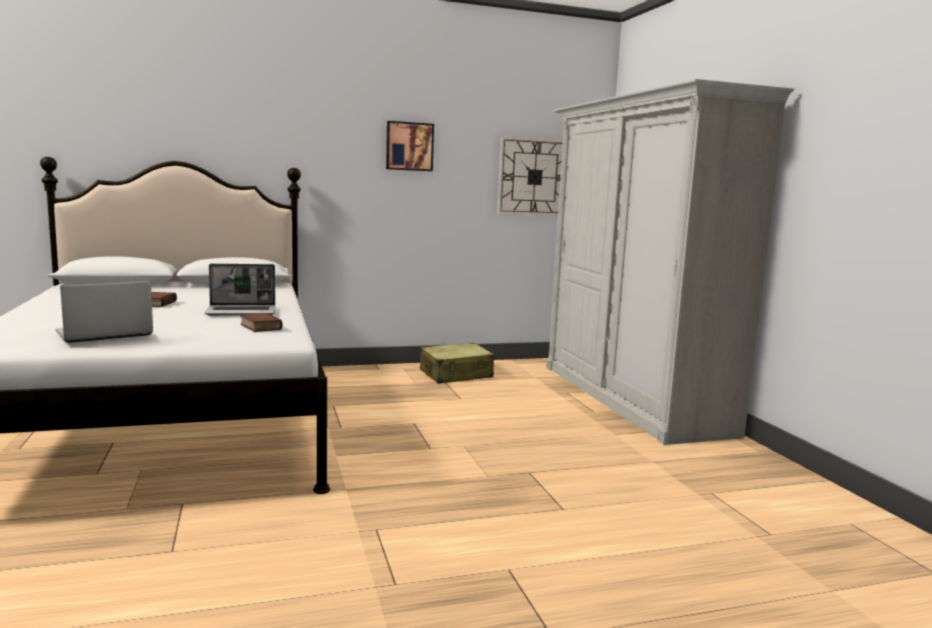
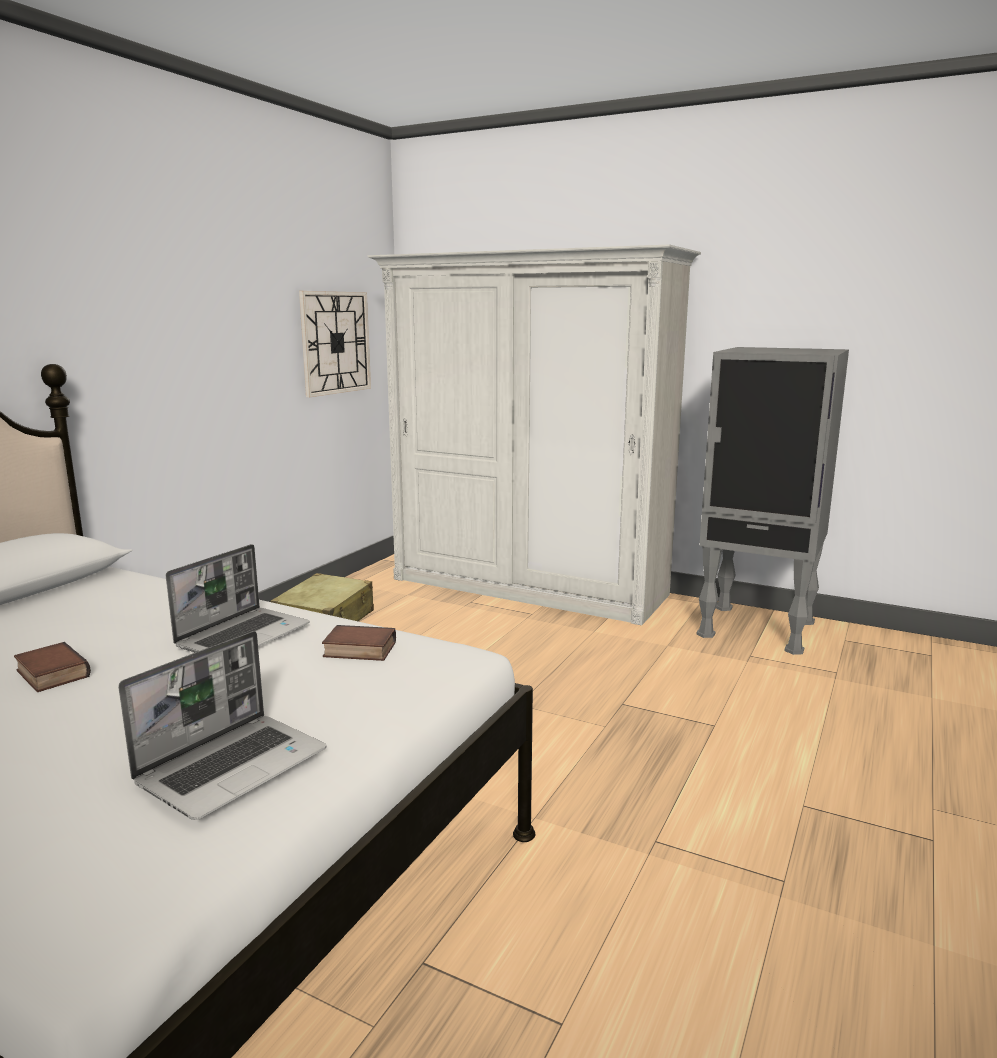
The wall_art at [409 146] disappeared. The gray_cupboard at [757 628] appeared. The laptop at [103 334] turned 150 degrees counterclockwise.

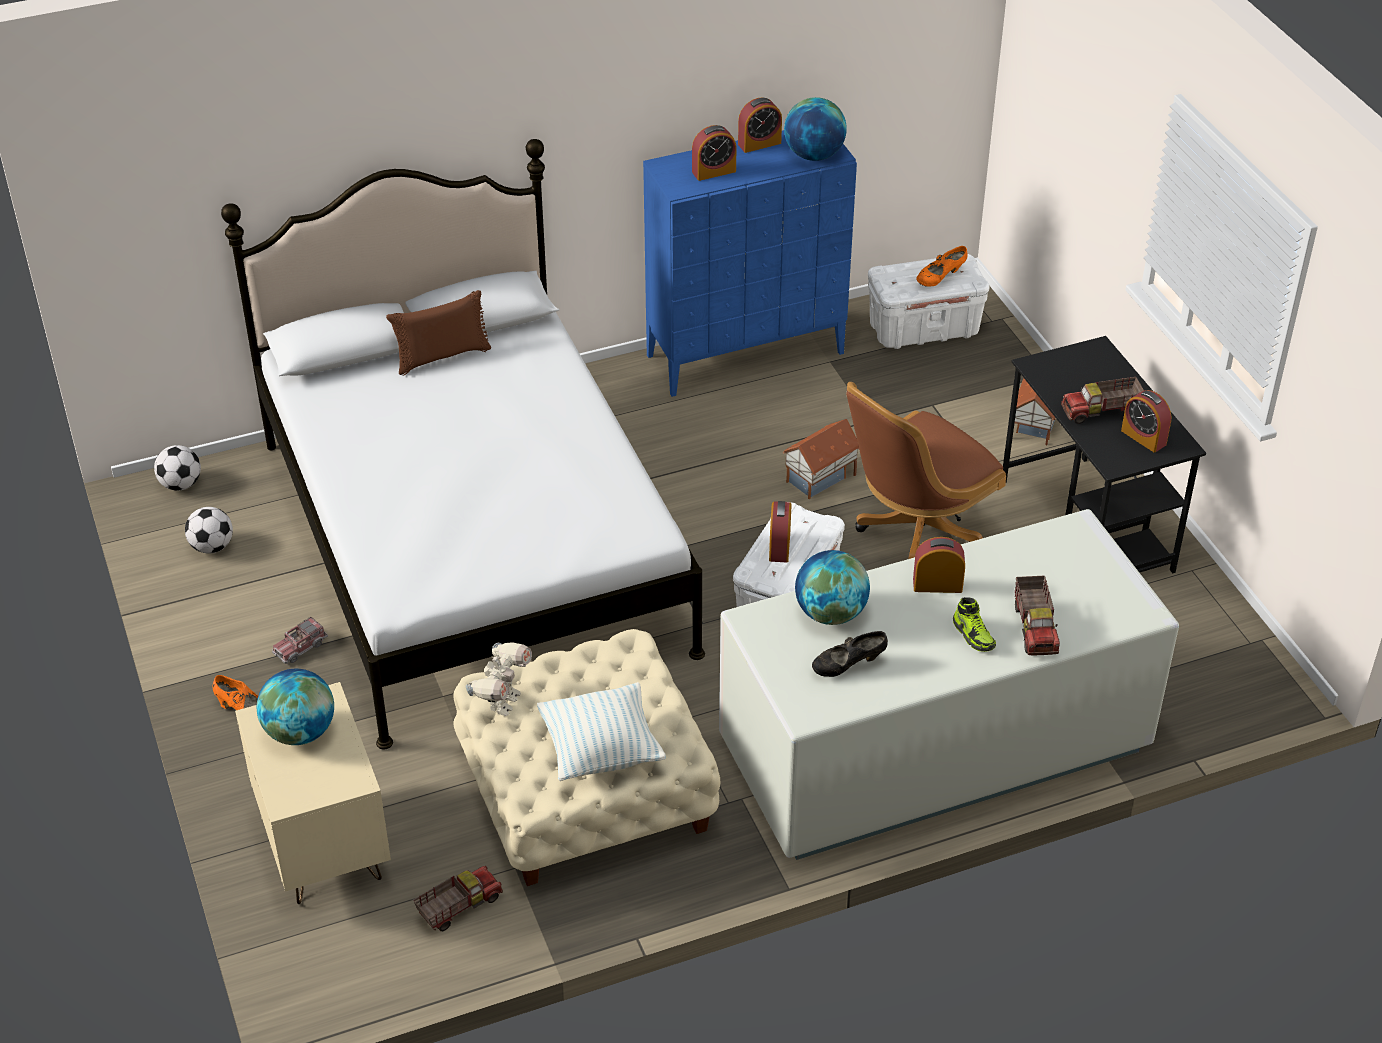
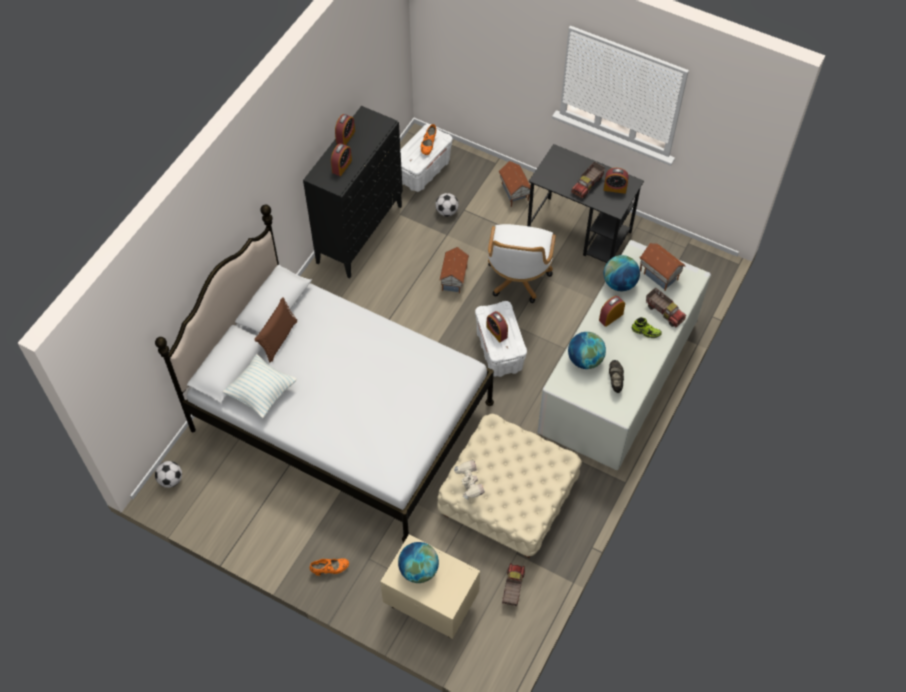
The toy_lorry at [300 647] disappeared. The model_house at [659 274] appeared. The ball_for_football moved from [212 547] to [447 212]. The pillow moved from [601 750] to [261 393]. The globe moved from [813 155] to [619 283]. The bluish_chest_of_drawers at [747 355] became the black-coloured_chest_of_drawers at [361 234]. The brownish_office_chair at [912 535] became the white_office_chair at [517 283]. The black-coloured_low_shoe at [848 666] turned 150 degrees clockwise.

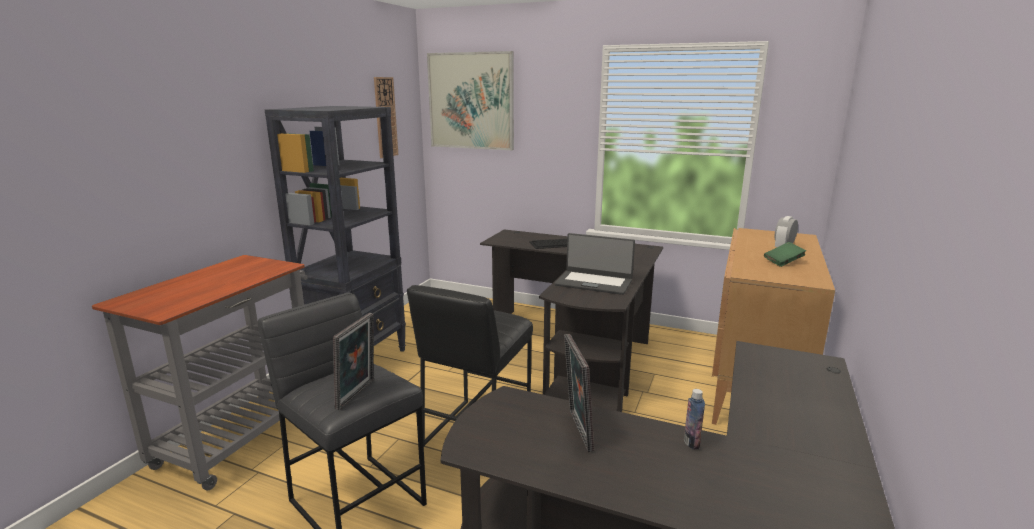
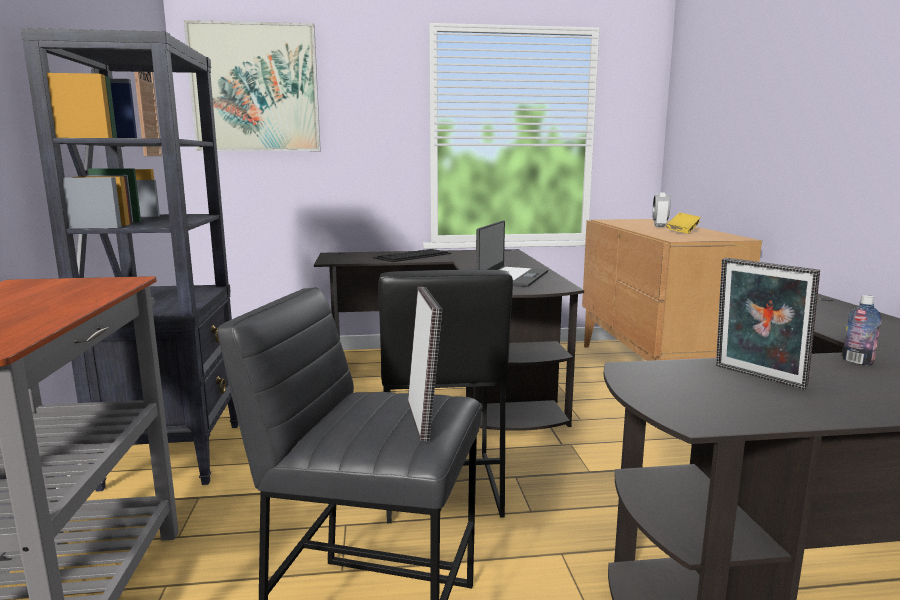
The green_volume at [783 262] became the yellow_volume at [682 231]. The laptop at [594 282] turned 60 degrees counterclockwise.

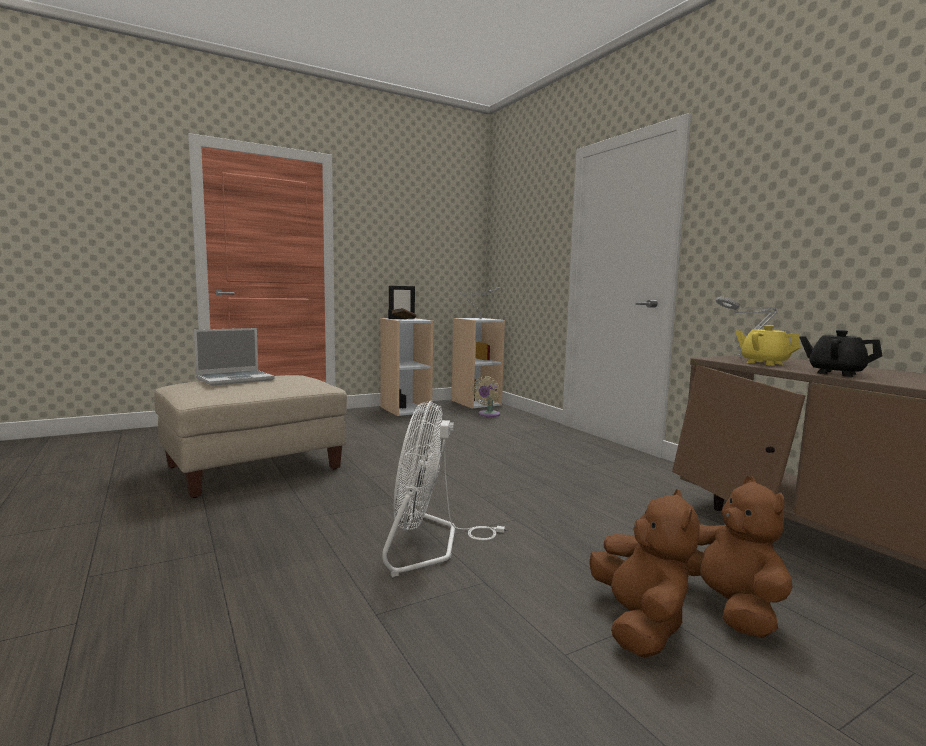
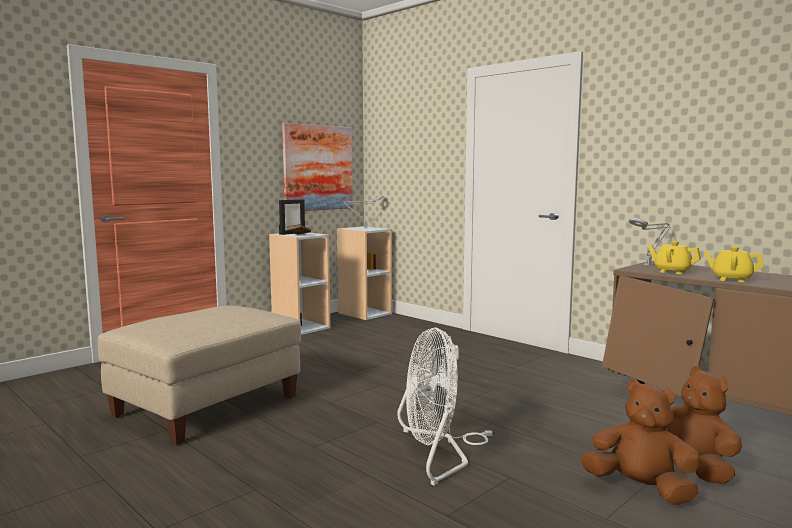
The laptop at [236 379] disappeared. The beige_cooling_fan at [488 415] disappeared. The wall_art at [318 168] appeared. The black-coloured_tea_pot at [835 373] became the yellow_tea_pot at [731 279]. The brownish_cuddly_toy at [639 624] turned 45 degrees counterclockwise.

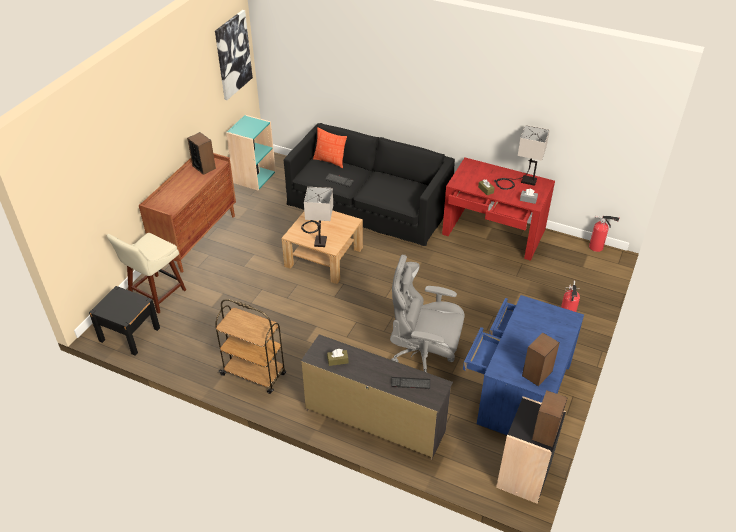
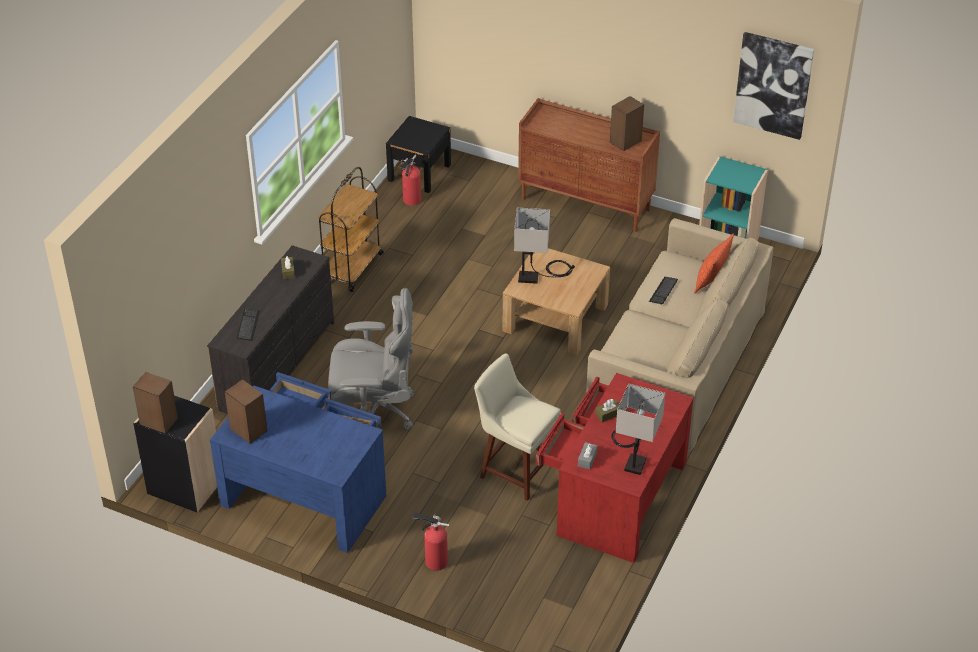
The beige_stool moved from [155 295] to [516 469]. The fire_extinguisher moved from [597 247] to [411 201]. The black-coloured_sofa at [368 204] became the beige_sofa at [676 361]. The gray_office_chair at [426 355] turned 75 degrees clockwise.

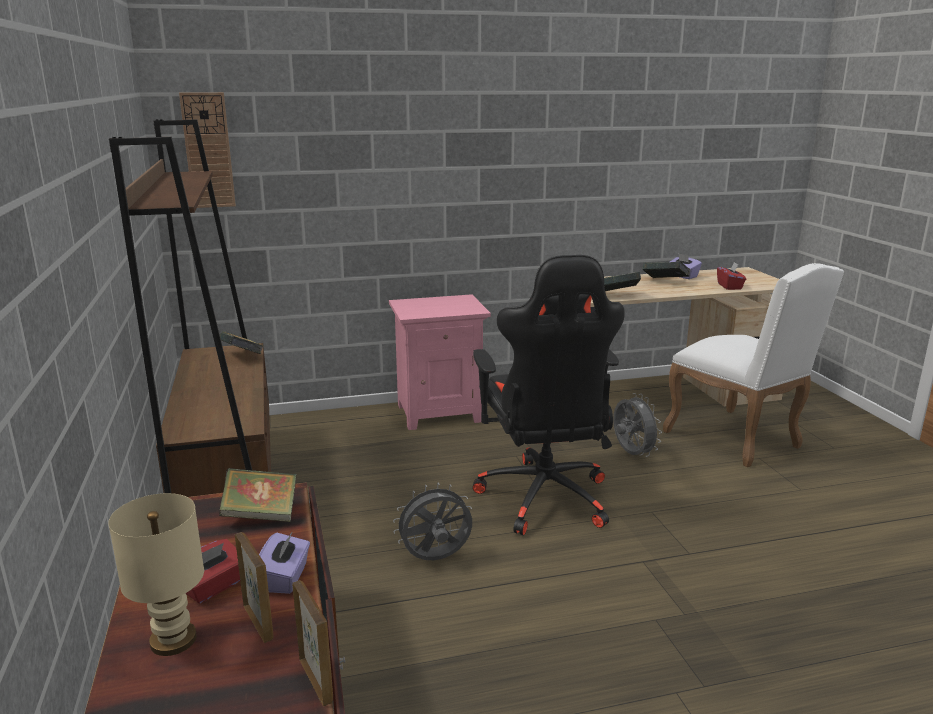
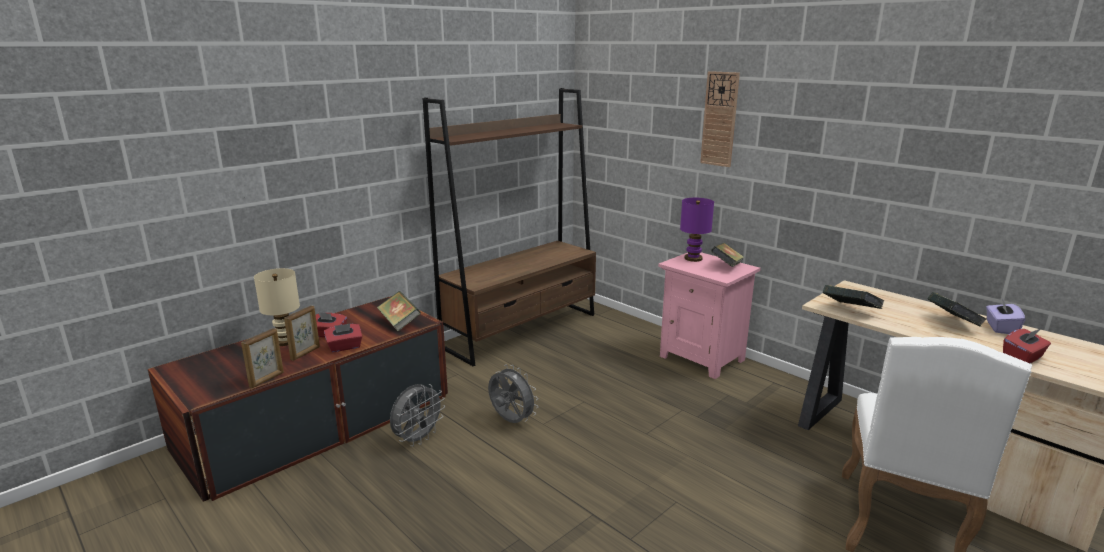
The black-coloured_office_chair at [541 491] disappeared. The purplish_table_lamp at [693 258] appeared. The wall_clock moved from [208 151] to [720 119]. The volume moved from [242 357] to [726 266]. The gray_cooling_fan moved from [631 454] to [418 439]. The purplish_tissue_holder at [285 578] became the red_tissue_holder at [345 347].

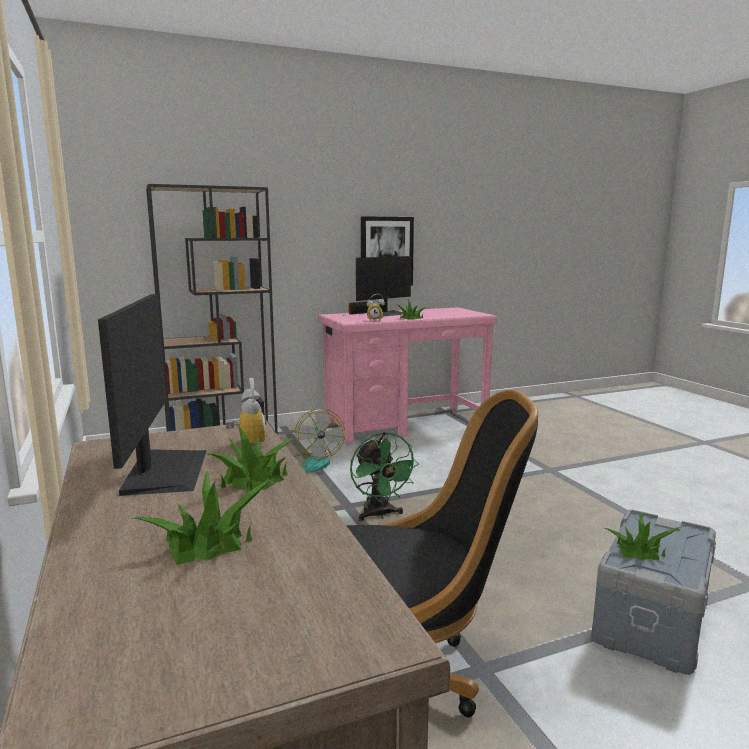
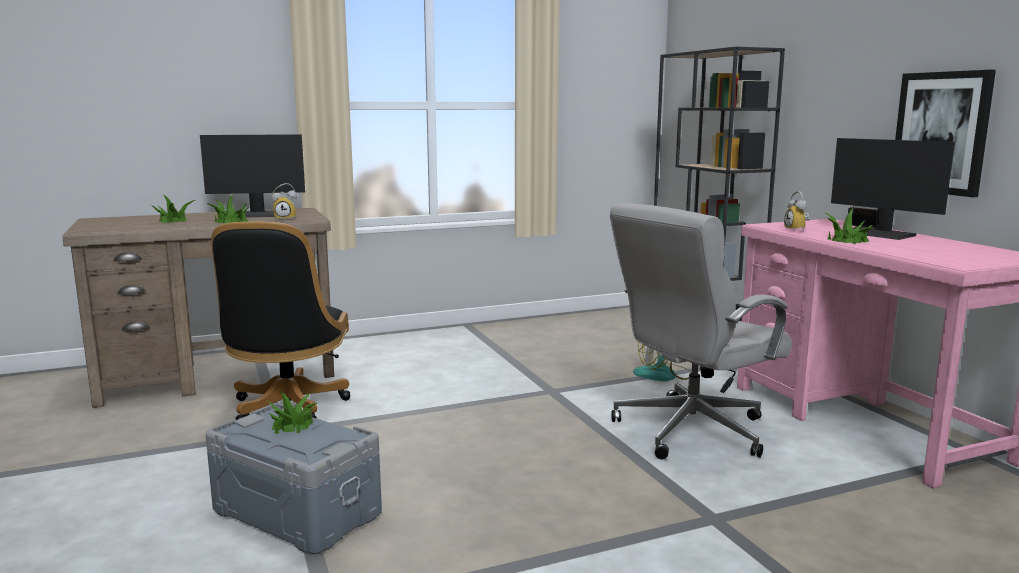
The green_cooling_fan at [380 514] disappeared. The gray_office_chair at [692 429] appeared.

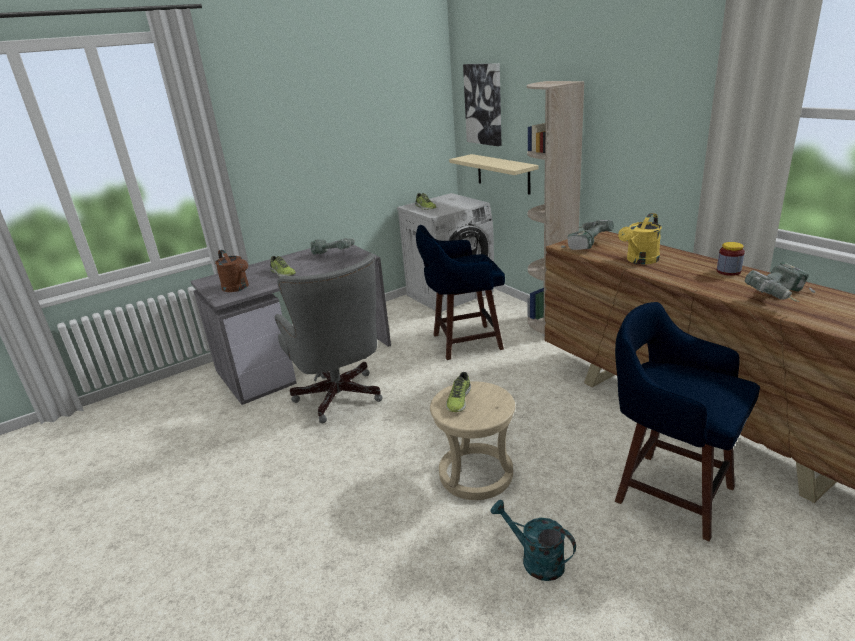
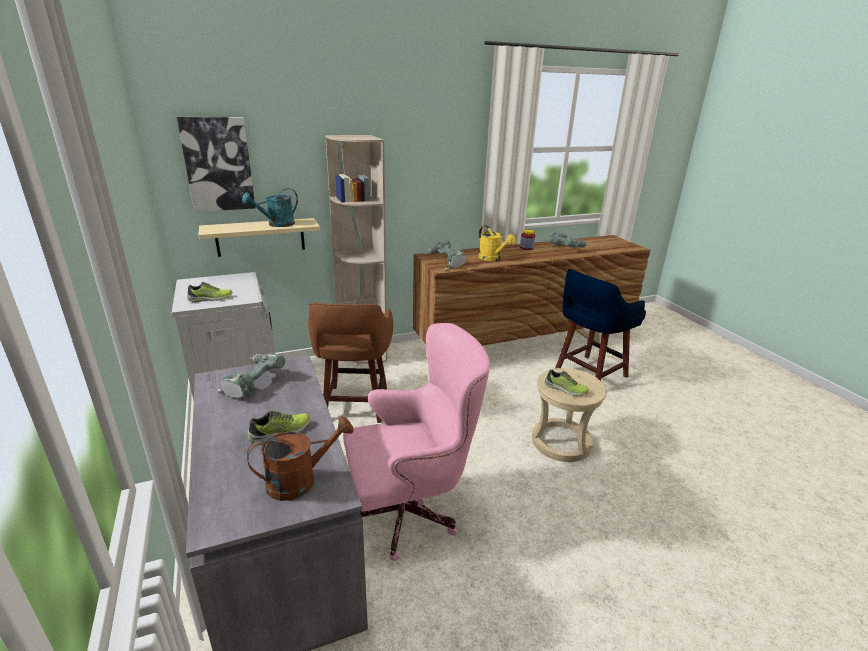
The turquoise_watering_pot moved from [535 560] to [276 224]. The gray_office_chair at [341 398] became the pink-coloured_office_chair at [410 512]. The bluish_stool at [463 342] became the brownish_stool at [355 406].

